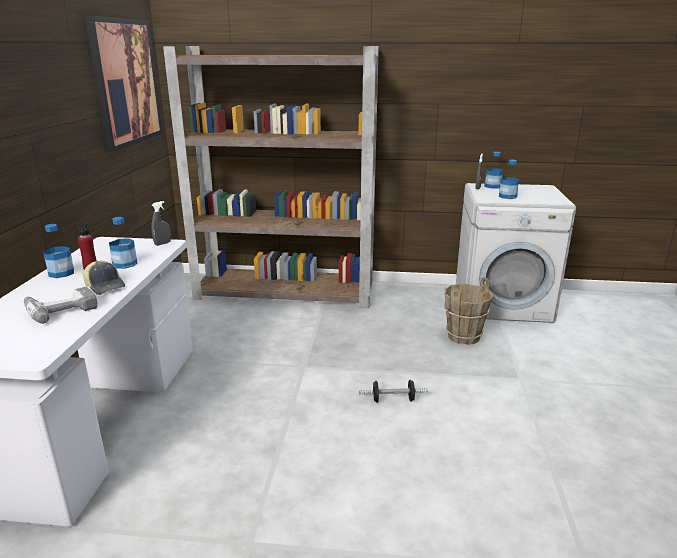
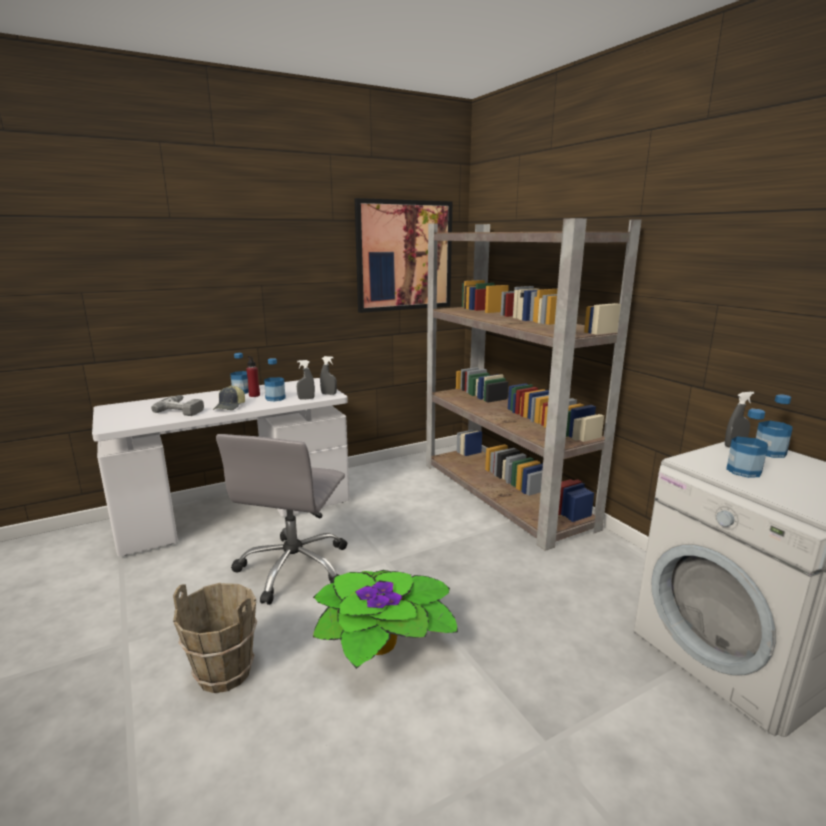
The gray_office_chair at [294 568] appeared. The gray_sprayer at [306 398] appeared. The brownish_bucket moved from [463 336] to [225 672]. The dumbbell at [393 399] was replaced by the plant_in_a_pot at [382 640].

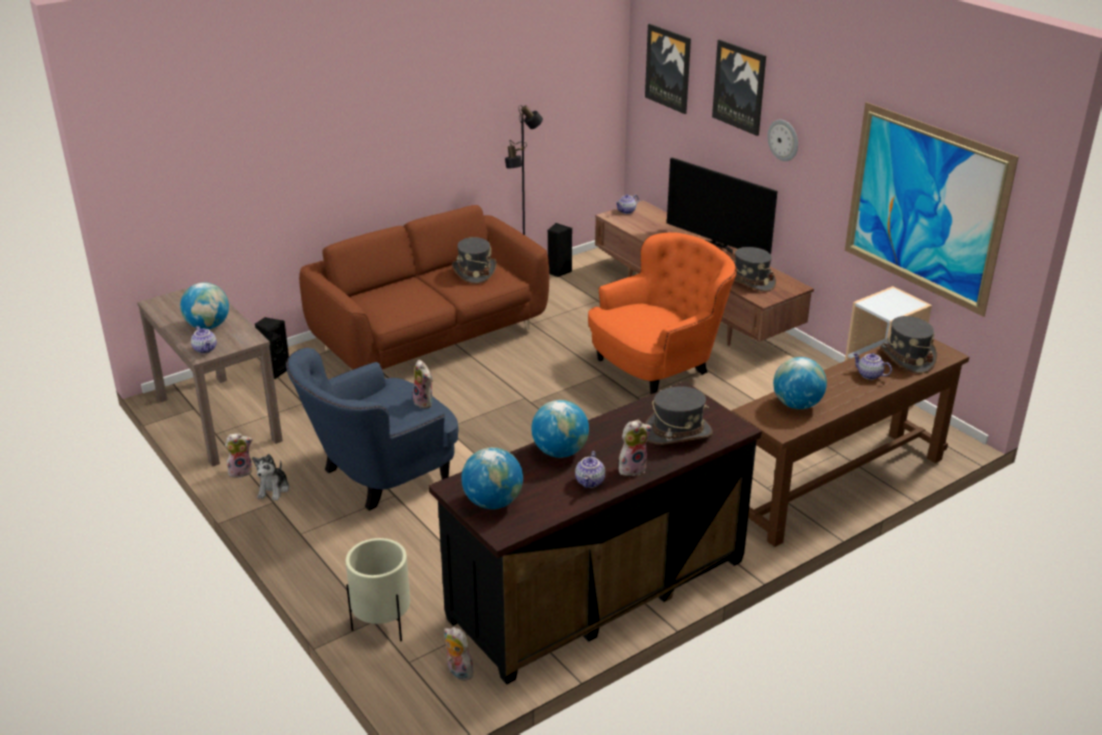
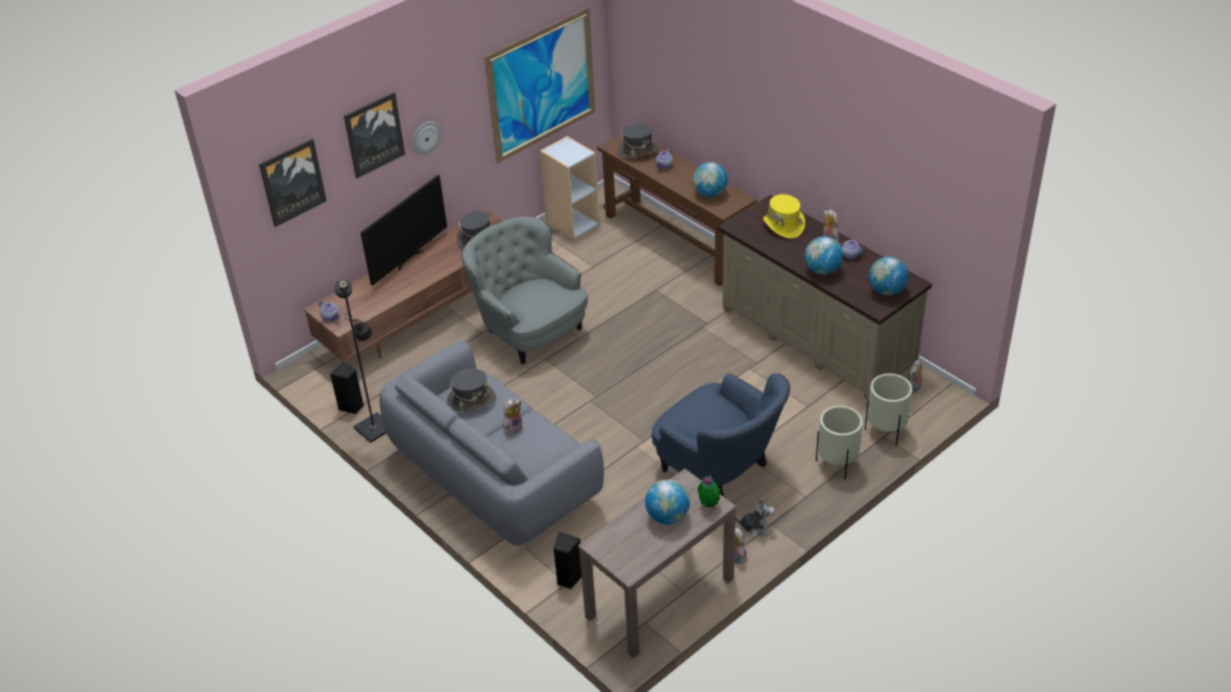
The beige_planter at [837 464] appeared. The cuddly_toy moved from [425 402] to [513 428]. The tea_pot at [205 349] was replaced by the plant_in_a_pot at [708 506]. The brownish_sofa at [429 338] became the gray_sofa at [494 478]. The black-coloured_cupboard at [596 590] became the beige_cupboard at [817 339]. The orange_easy_chair at [658 366] became the gray_easy_chair at [529 329]. The gray_wearable_hat at [677 433] became the yellow_wearable_hat at [784 225].

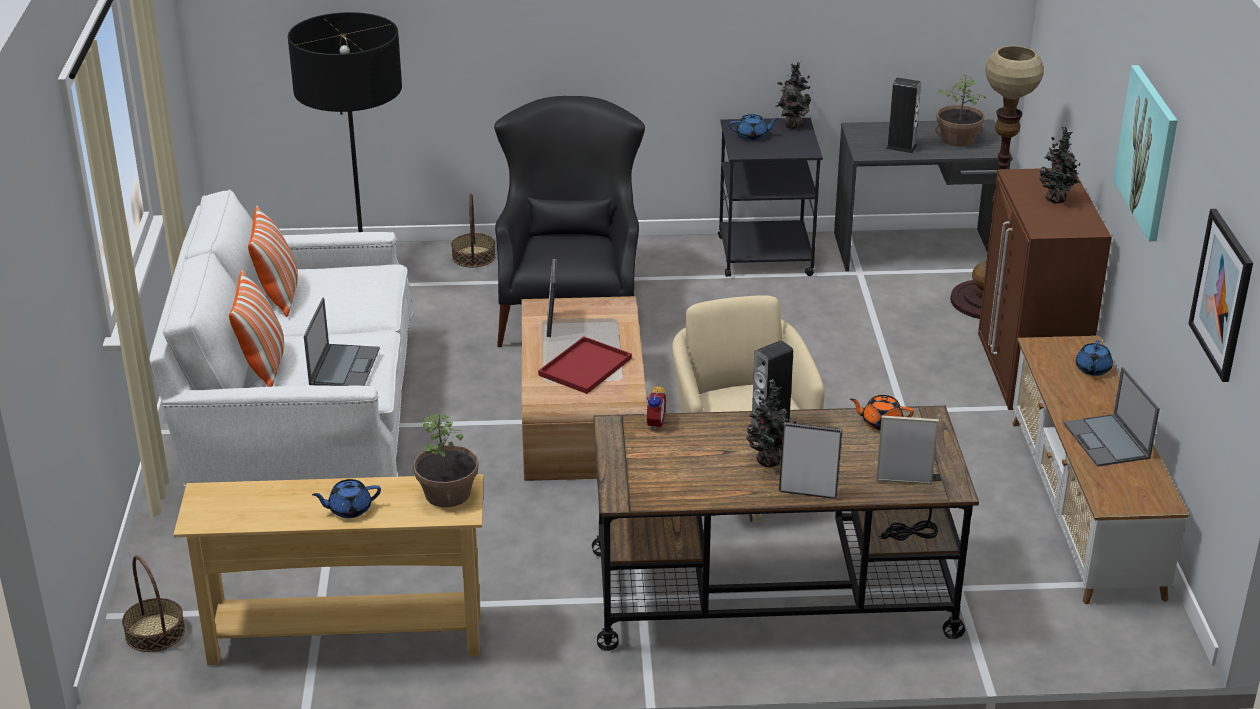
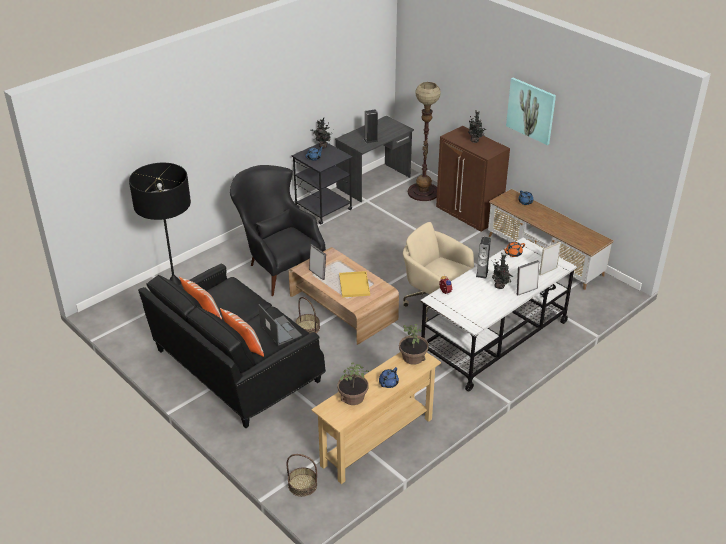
The laptop at [1107 441] disappeared. The wall_art at [1222 294] disappeared. The storage_basket moved from [474 256] to [308 328]. The plant_in_a_pot moved from [957 139] to [352 397]. The white_sofa at [301 419] became the black-coloured_sofa at [235 367]. The red_tray at [585 368] became the yellow_tray at [355 285]. The brownish_desk at [773 594] became the white_desk at [494 339].

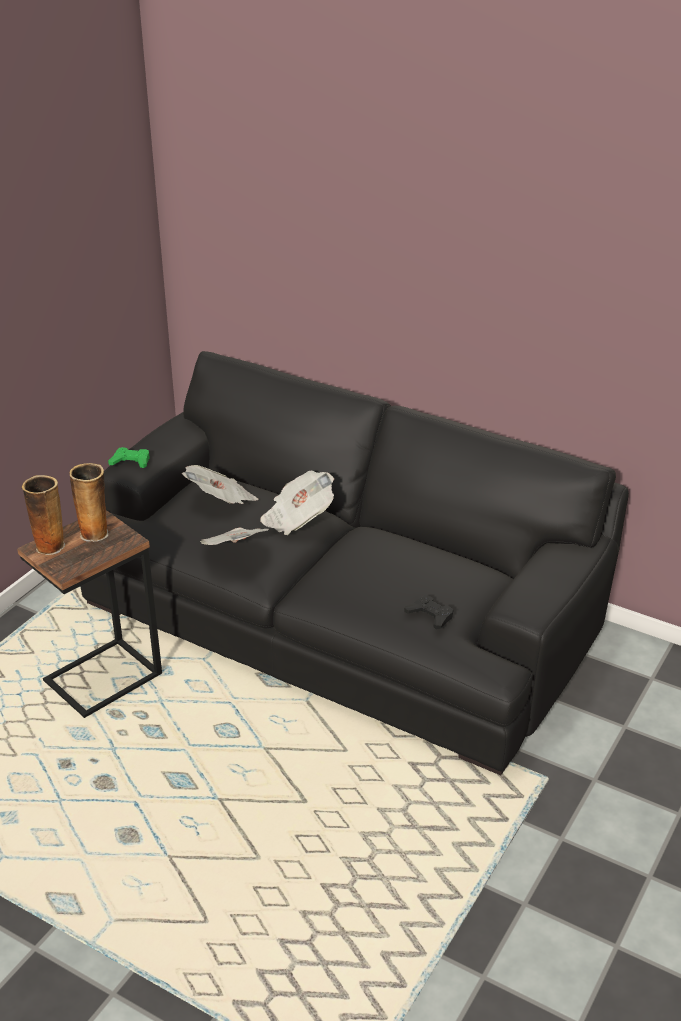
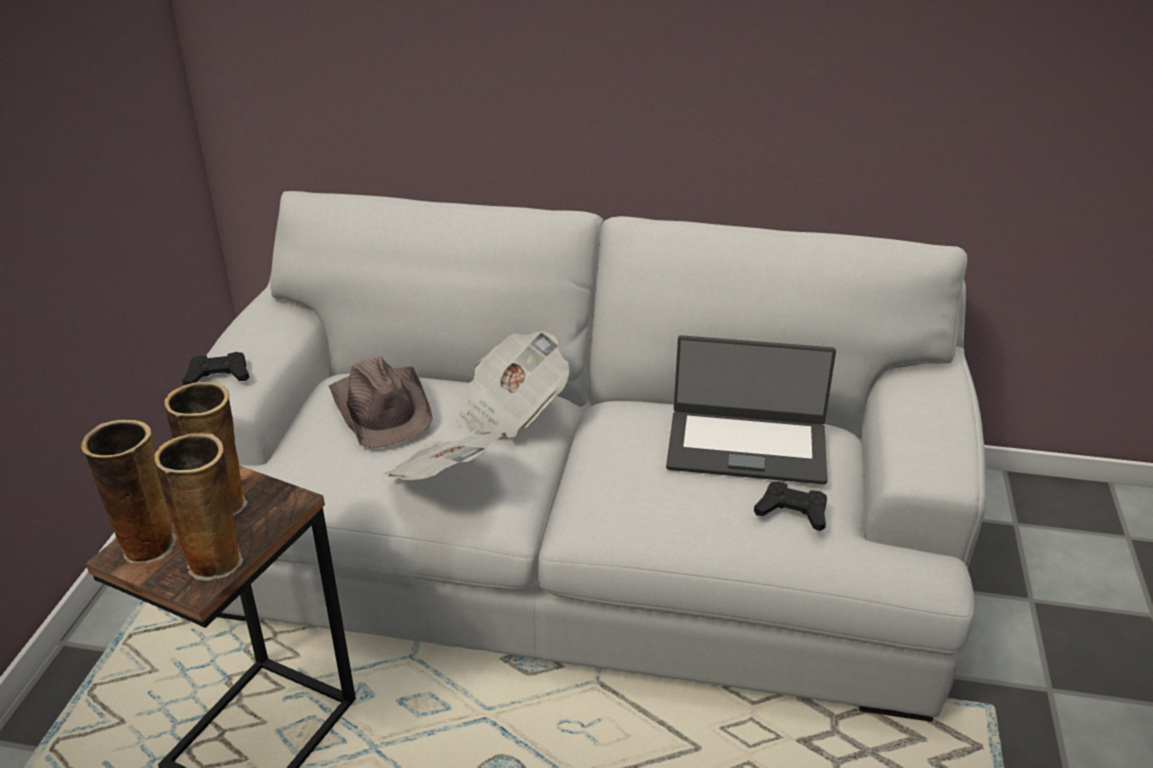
The flower_vase at [216 560] appeared. The laptop at [746 446] appeared. The newspaper at [221 501] was replaced by the brownish_wearable_hat at [382 408]. The black-coloured_sofa at [341 615] became the white_sofa at [577 537]. The green_gamepad at [131 461] became the black-coloured_gamepad at [218 376].

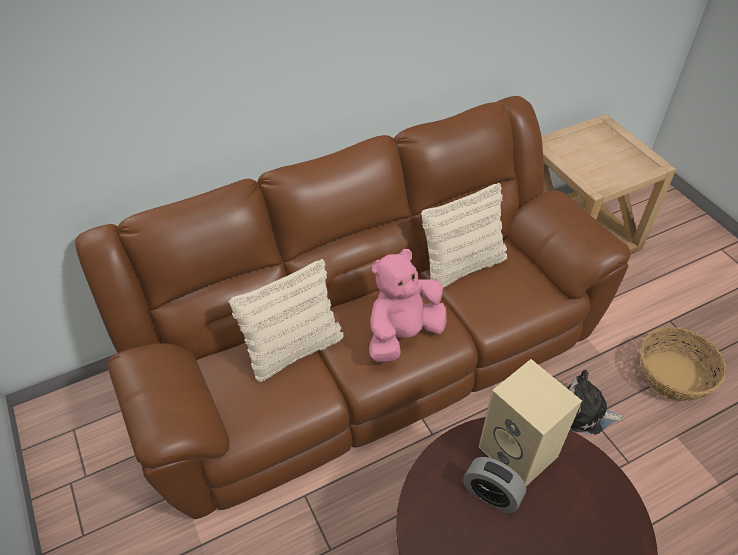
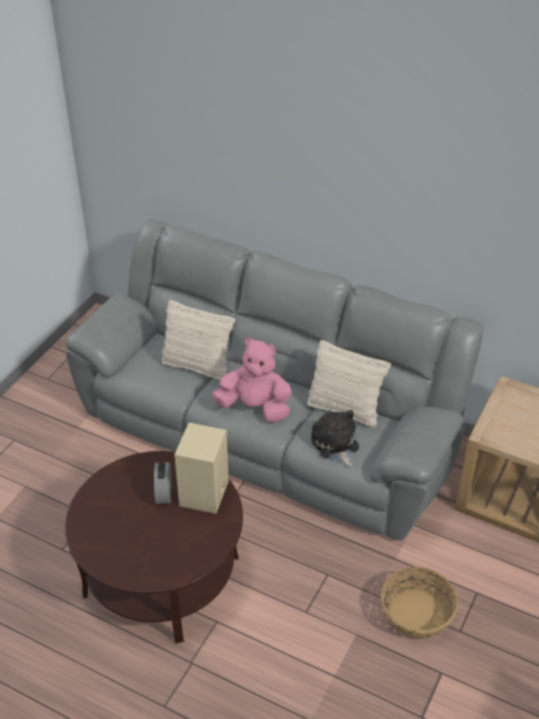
The cuddly_toy moved from [585 413] to [335 445]. The brownish_sofa at [369 356] became the gray_sofa at [269 430].

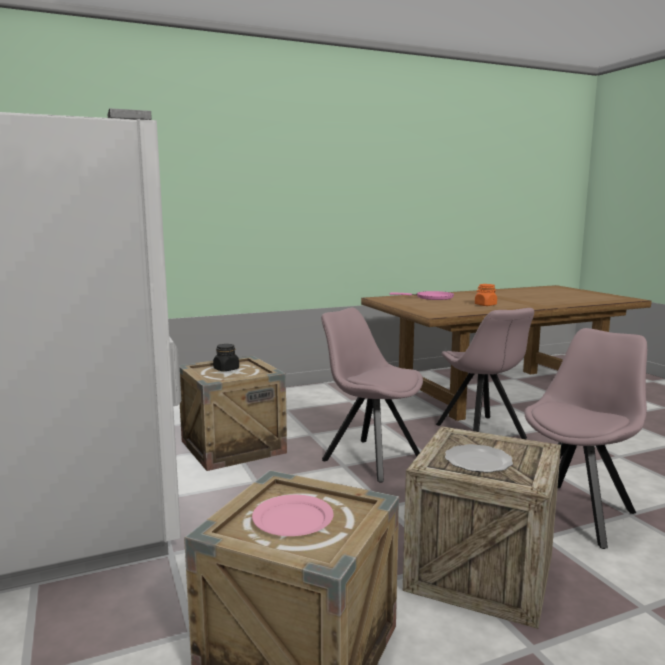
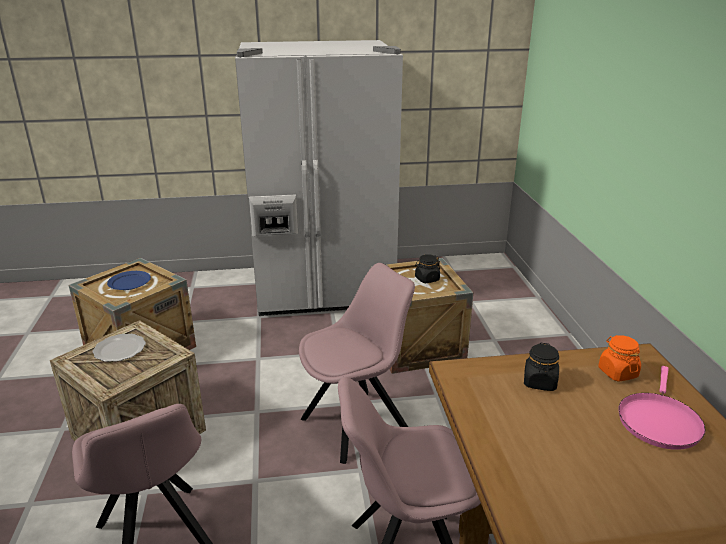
The black-coloured_preserve_jar at [539 382] appeared. The orange_preserve_jar moved from [485 305] to [617 372]. The pink-coloured_dinner_plate at [293 519] became the bluish_dinner_plate at [129 282].

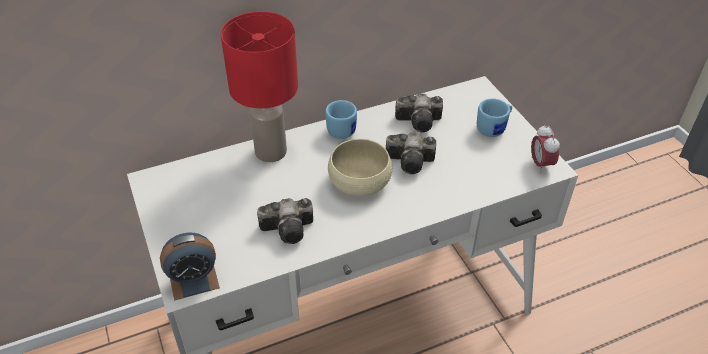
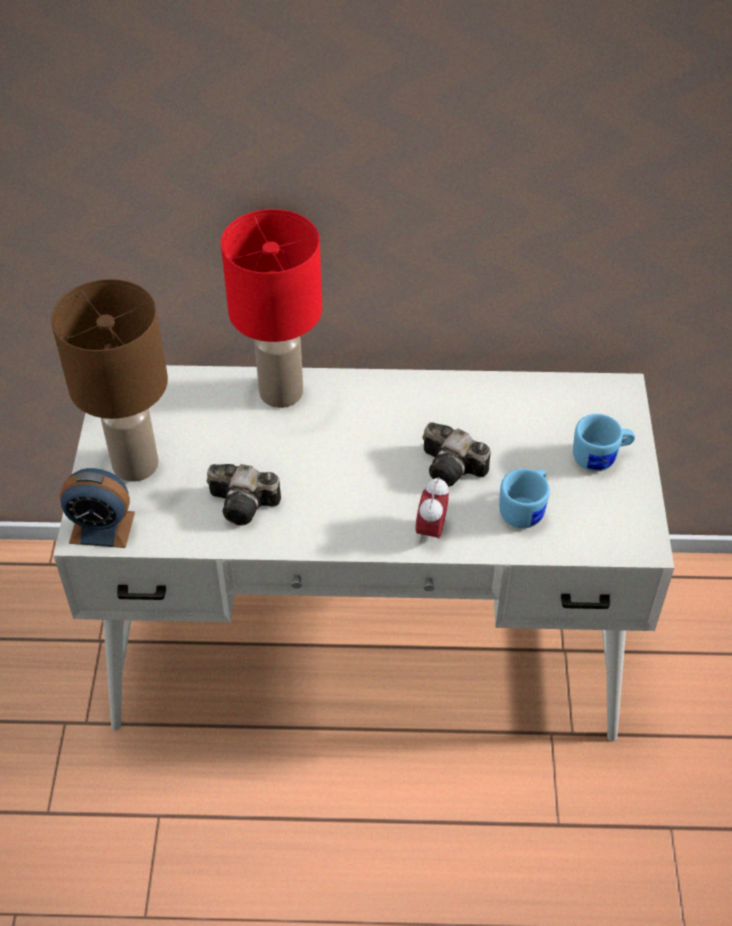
The beige_serving_bowl at [360 181] disappeared. The still_camera at [421 121] disappeared. The brownish_table_lamp at [137 464] appeared. The bluish_coffee_mug moved from [342 128] to [525 509]. The alarm_clock moved from [540 164] to [431 530].

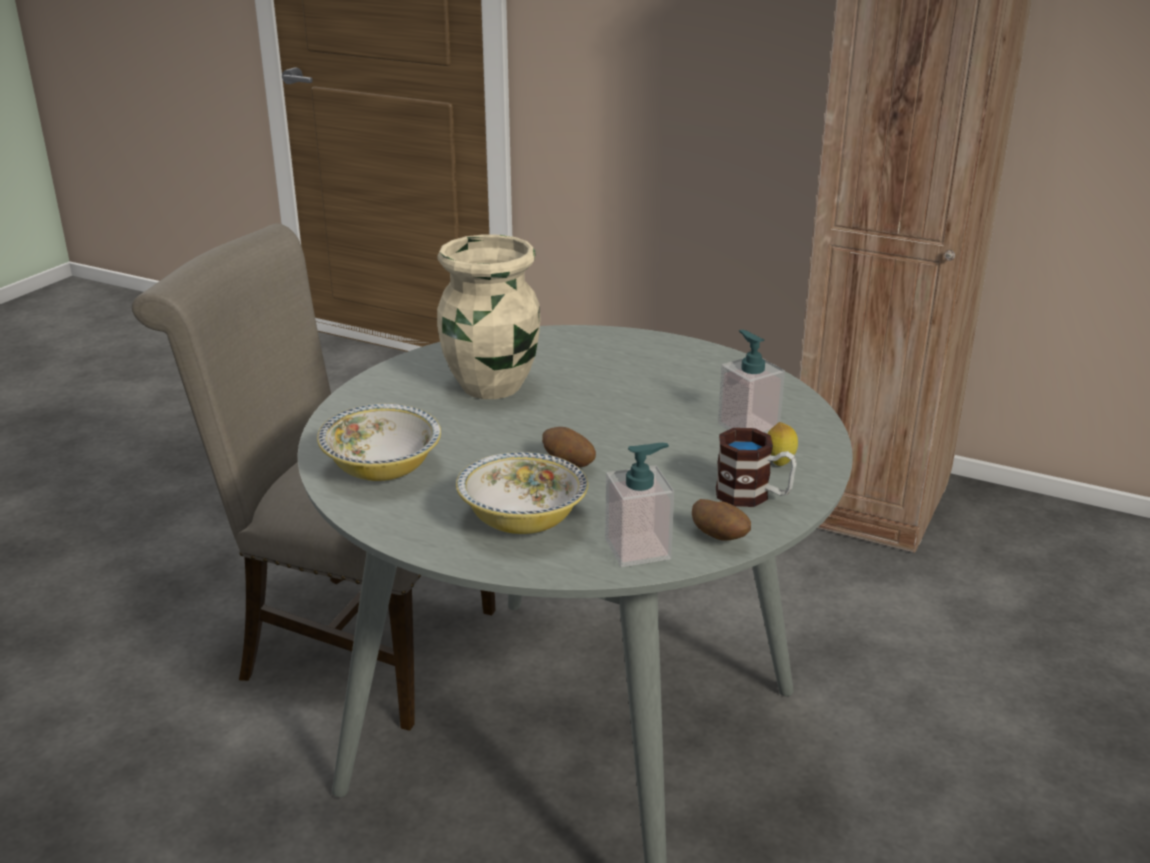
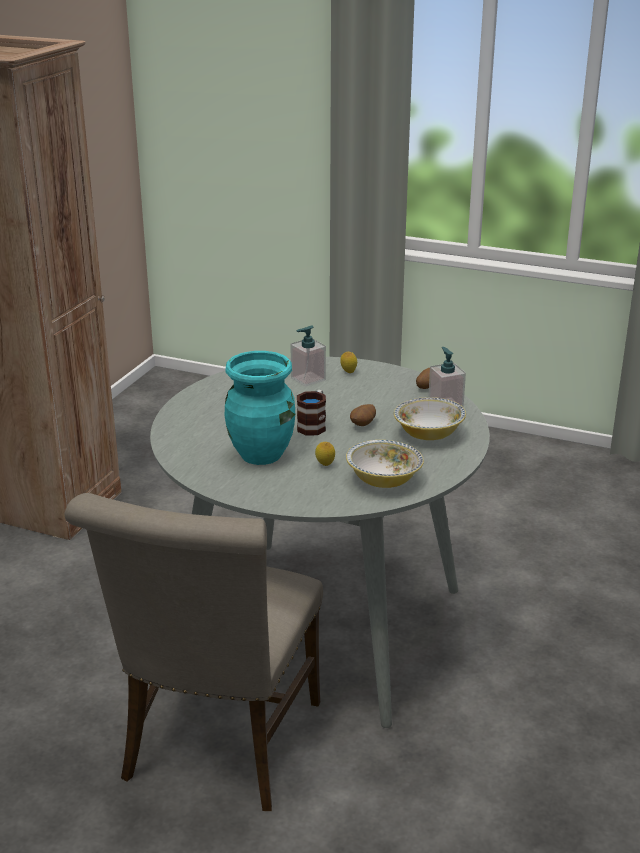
The citrus_fruit at [325 465] appeared. The coffee_mug moved from [753 496] to [313 425]. The beige_flower_vase at [492 387] became the turquoise_flower_vase at [262 454].

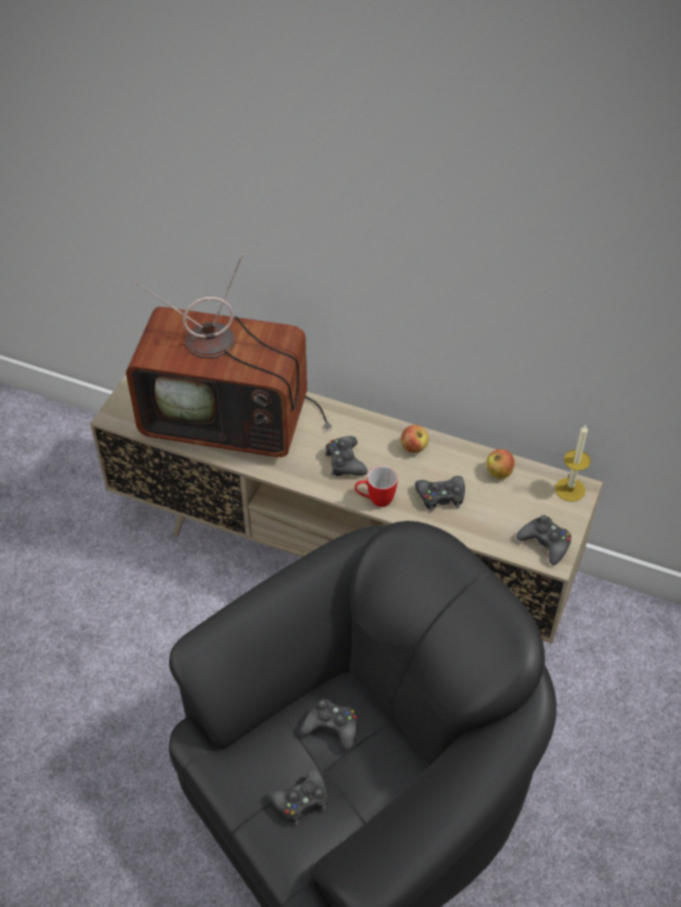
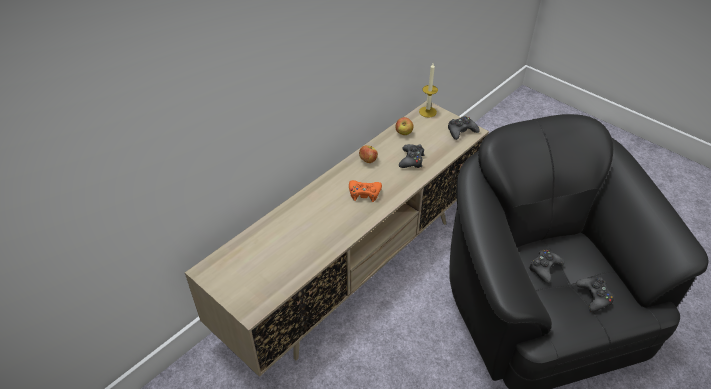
The television at [231 418] disappeared. The coffee_mug at [375 500] disappeared. The black-coloured_gamepad at [345 462] became the orange_gamepad at [364 193].

